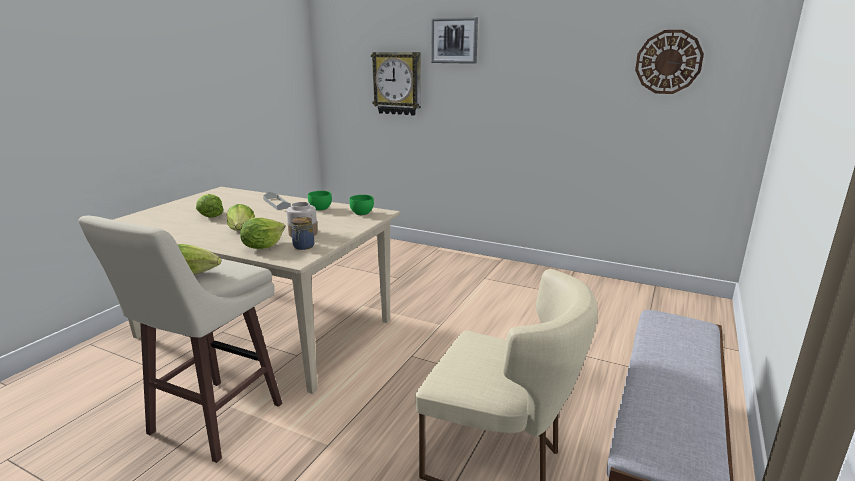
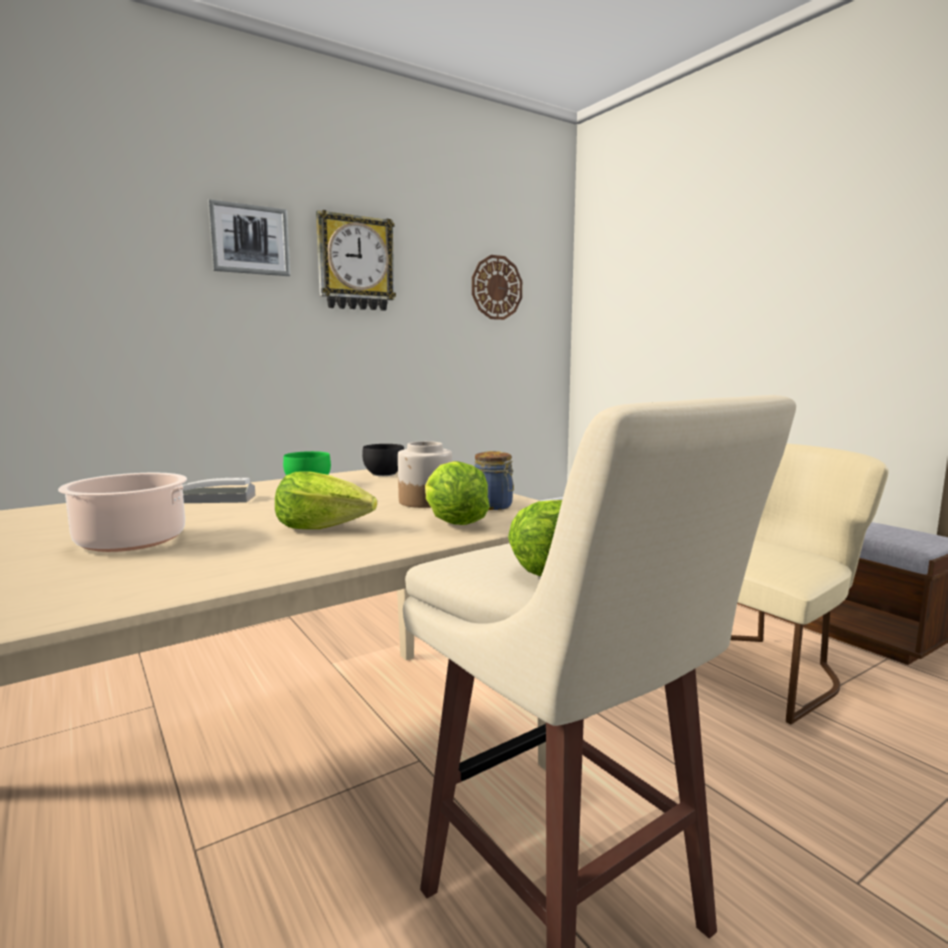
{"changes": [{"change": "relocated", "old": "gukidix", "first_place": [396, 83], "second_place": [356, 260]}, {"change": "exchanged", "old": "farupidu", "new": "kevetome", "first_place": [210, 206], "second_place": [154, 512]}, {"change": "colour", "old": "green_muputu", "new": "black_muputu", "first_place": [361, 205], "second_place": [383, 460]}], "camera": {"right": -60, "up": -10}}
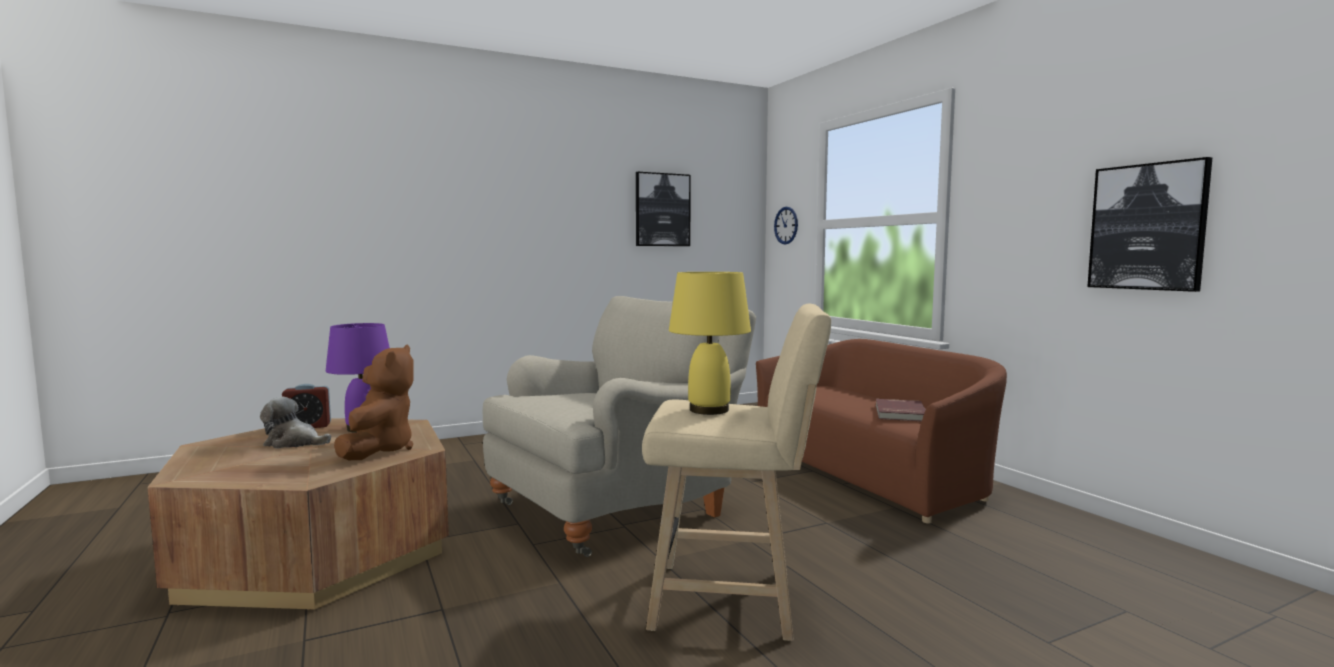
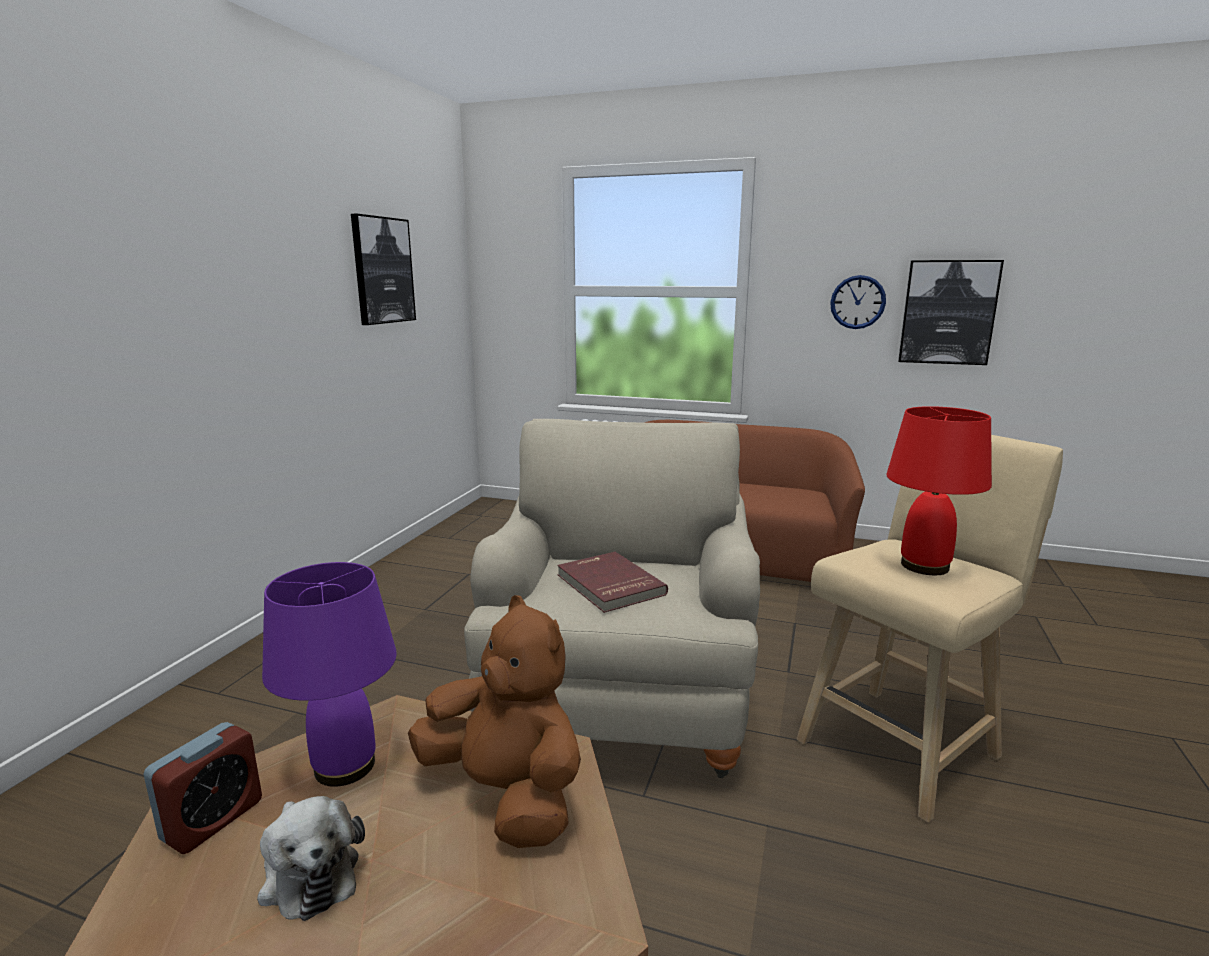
{"changes": [{"change": "relocated", "old": "gukidix", "first_place": [786, 226], "second_place": [858, 302]}, {"change": "colour", "old": "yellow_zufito", "new": "red_zufito", "first_place": [710, 343], "second_place": [939, 490]}, {"change": "spun", "old": "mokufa", "first_place": [295, 423], "second_place": [311, 858], "degrees": -90}, {"change": "relocated", "old": "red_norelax", "first_place": [901, 410], "second_place": [612, 582]}], "camera": {"right": -45, "up": 10}}
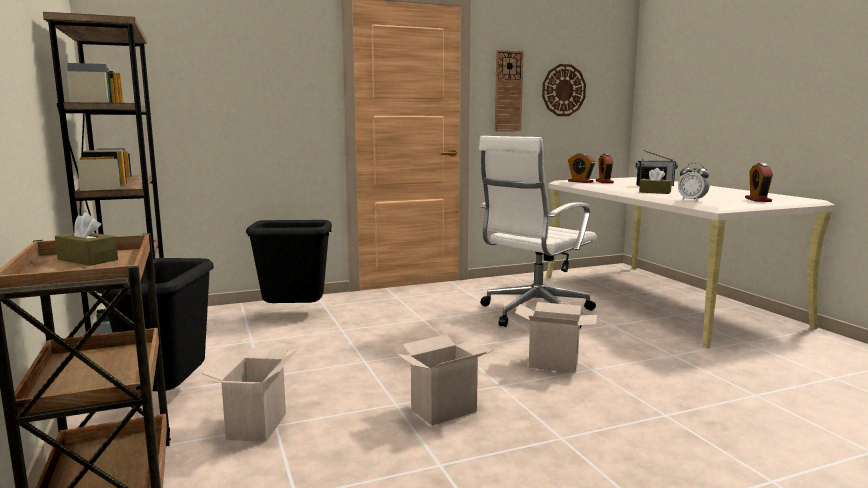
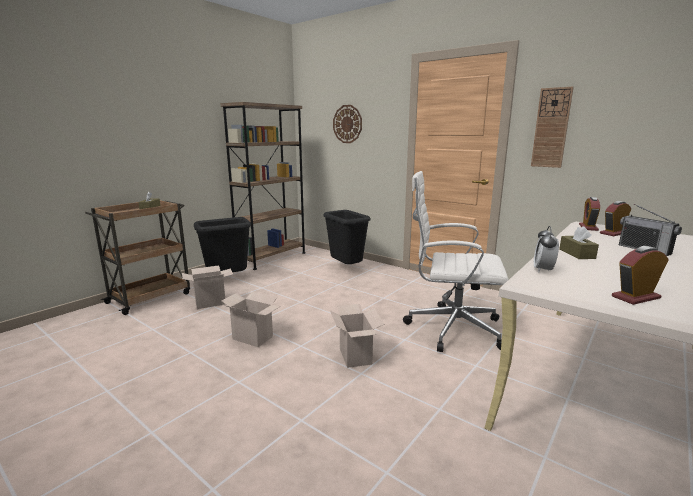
{"changes": [{"change": "relocated", "old": "gukidix", "first_place": [564, 90], "second_place": [347, 124]}], "camera": {"right": 60, "up": 5}}
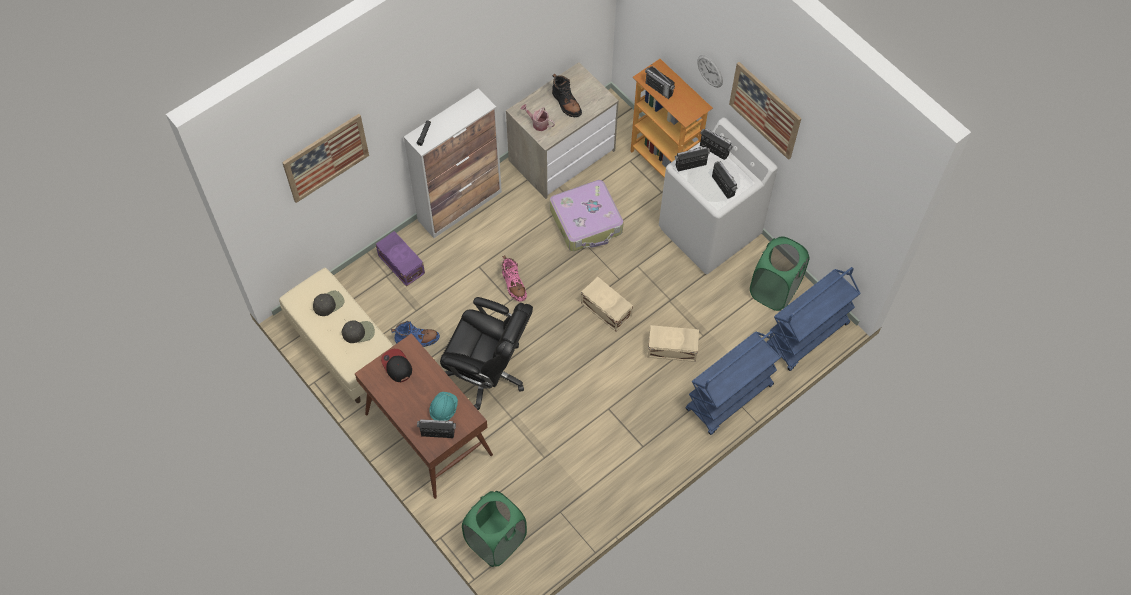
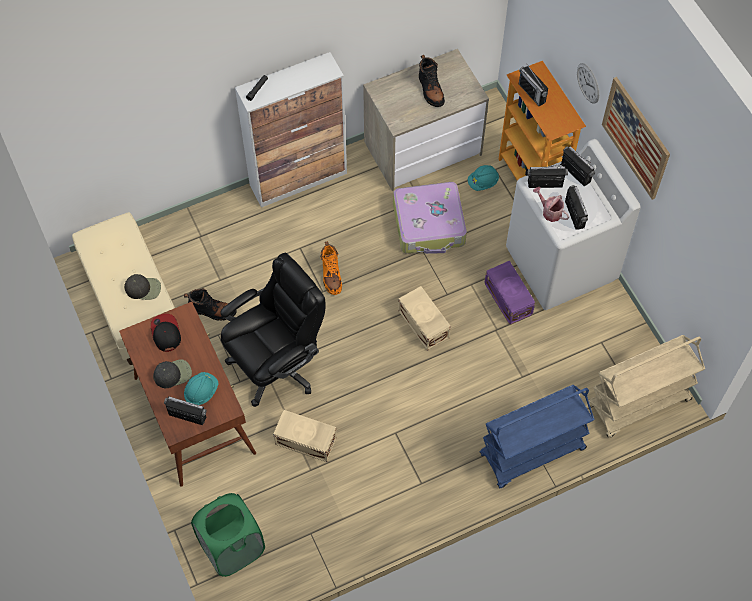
{"changes": [{"change": "relocated", "old": "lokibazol", "first_place": [538, 117], "second_place": [551, 204]}, {"change": "missing", "old": "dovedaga", "first_place": [325, 158]}, {"change": "relocated", "old": "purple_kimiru", "first_place": [400, 259], "second_place": [509, 293]}, {"change": "missing", "old": "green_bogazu", "first_place": [780, 273]}, {"change": "colour", "old": "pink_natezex", "new": "orange_natezex", "first_place": [514, 278], "second_place": [331, 268]}, {"change": "colour", "old": "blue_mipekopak", "new": "beige_mipekopak", "first_place": [813, 319], "second_place": [647, 386]}, {"change": "relocated", "old": "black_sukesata", "first_place": [328, 303], "second_place": [172, 373]}, {"change": "spun", "old": "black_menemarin", "first_place": [486, 353], "second_place": [273, 329], "degrees": -75}, {"change": "colour", "old": "blue_natezex", "new": "black_natezex", "first_place": [415, 334], "second_place": [210, 304]}, {"change": "relocated", "old": "beige_kimiru", "first_place": [673, 343], "second_place": [305, 436]}, {"change": "appeared", "new": "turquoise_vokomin", "second_place": [483, 178]}], "camera": {"right": 15, "up": 0}}
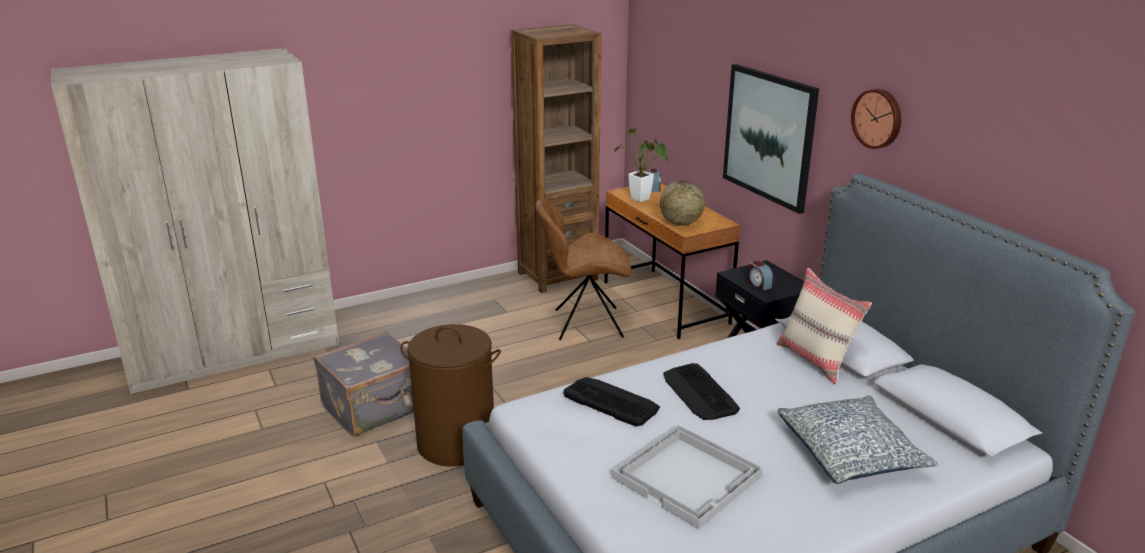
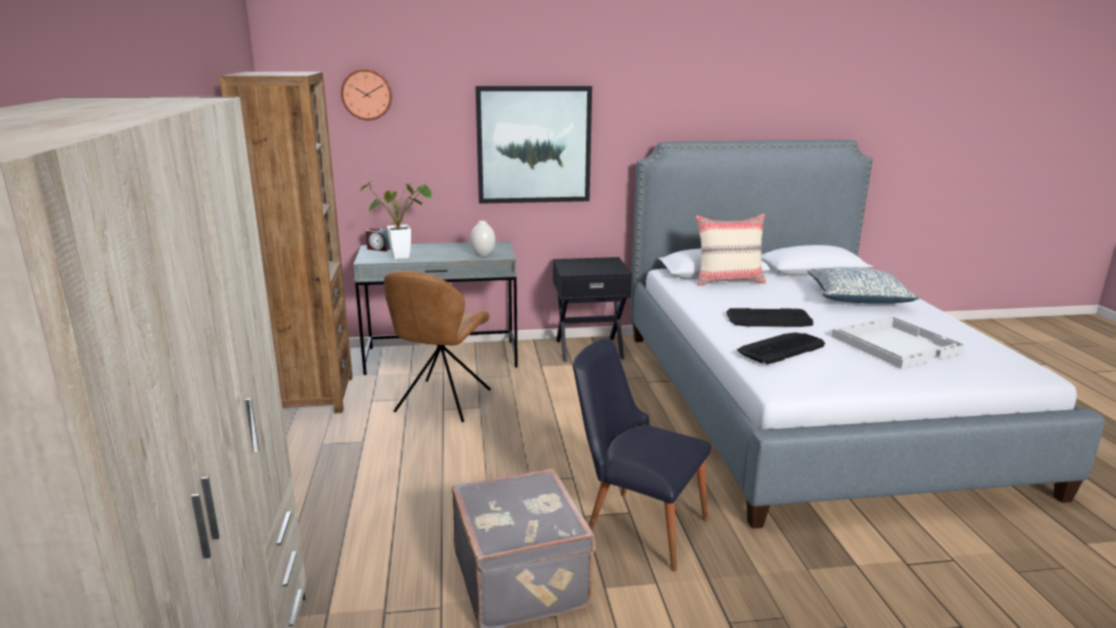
{"changes": [{"change": "relocated", "old": "gukidix", "first_place": [876, 119], "second_place": [366, 95]}, {"change": "exchanged", "old": "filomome", "new": "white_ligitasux", "first_place": [682, 203], "second_place": [482, 238]}, {"change": "colour", "old": "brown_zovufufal", "new": "grey_zovufufal", "first_place": [672, 261], "second_place": [435, 308]}, {"change": "missing", "old": "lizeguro", "first_place": [760, 276]}, {"change": "exchanged", "old": "brown_bogazu", "new": "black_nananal", "first_place": [450, 395], "second_place": [642, 455]}], "camera": {"right": -70, "up": -5}}
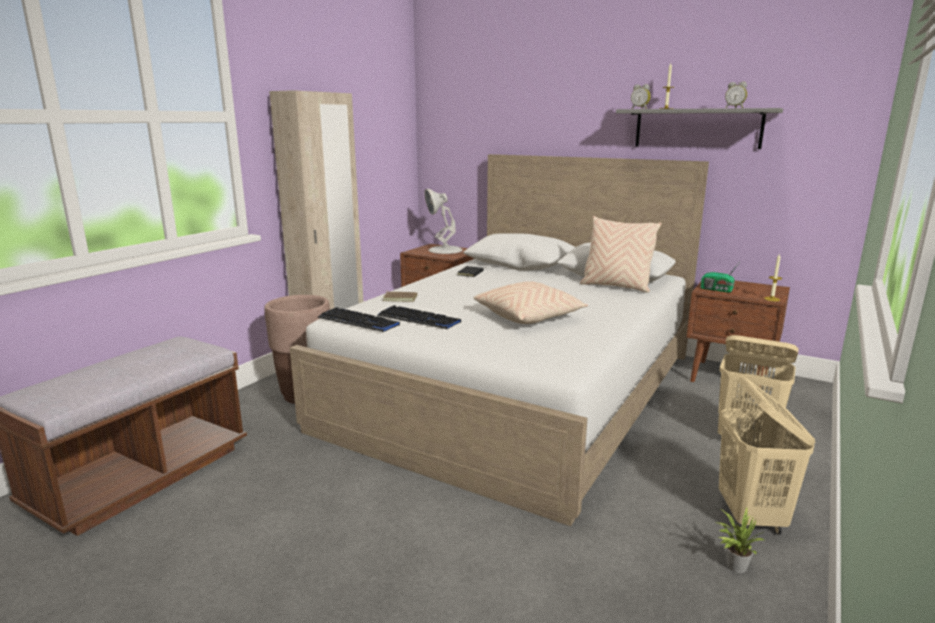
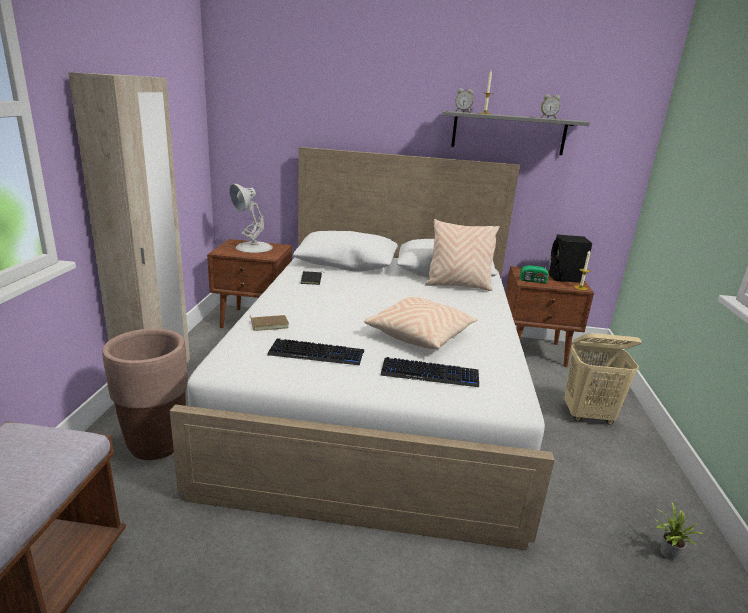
{"changes": [{"change": "relocated", "old": "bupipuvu", "first_place": [358, 319], "second_place": [429, 372]}, {"change": "missing", "old": "beige_bogazu", "first_place": [767, 455]}, {"change": "appeared", "new": "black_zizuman", "second_place": [570, 258]}], "camera": {"right": -25, "up": 5}}
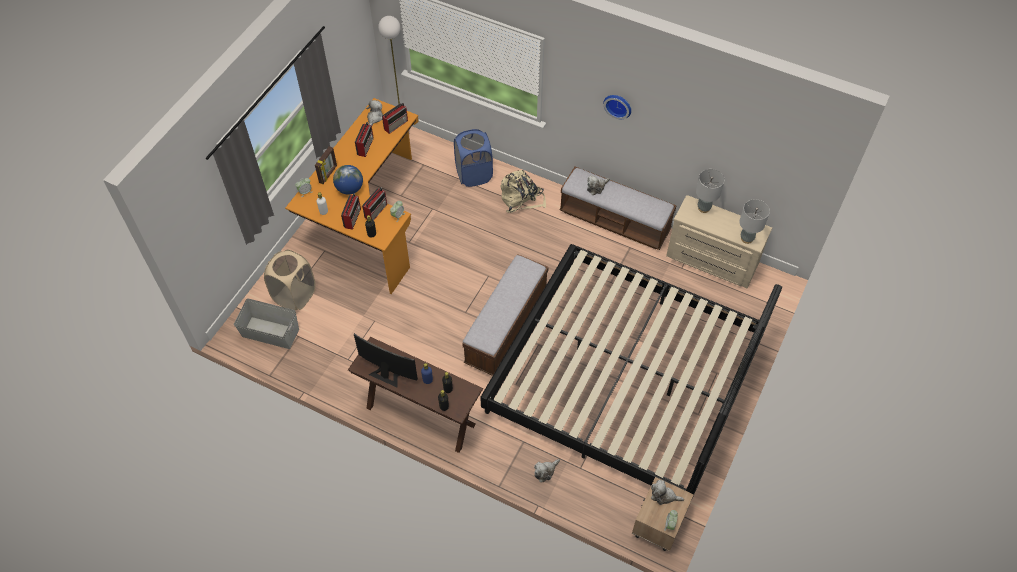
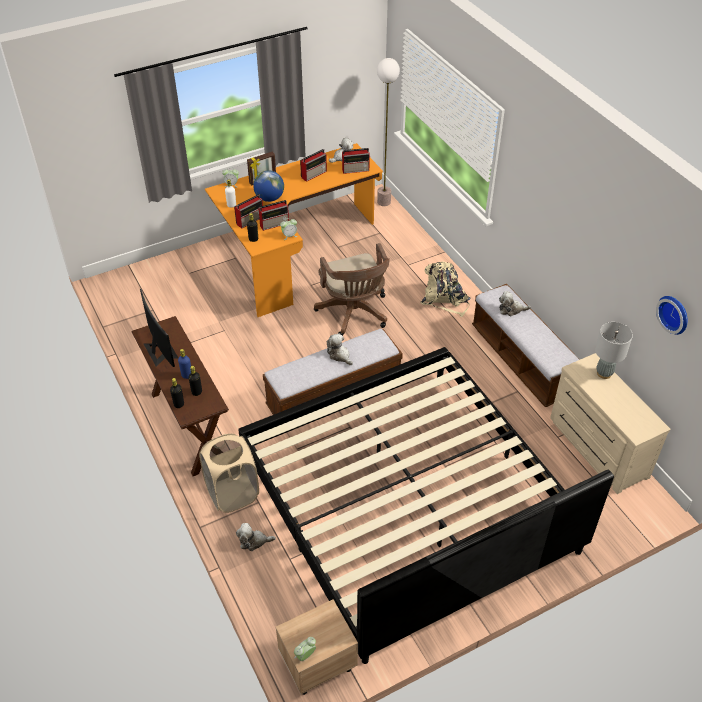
{"changes": [{"change": "relocated", "old": "gukidix", "first_place": [617, 107], "second_place": [672, 315]}, {"change": "missing", "old": "blue_bogazu", "first_place": [473, 158]}, {"change": "missing", "old": "grey_zufito", "first_place": [754, 221]}, {"change": "relocated", "old": "beige_bogazu", "first_place": [289, 280], "second_place": [229, 473]}, {"change": "missing", "old": "grey_kimiru", "first_place": [266, 324]}, {"change": "relocated", "old": "mokufa", "first_place": [667, 492], "second_place": [340, 349]}, {"change": "appeared", "new": "brown_menemarin", "second_place": [352, 289]}], "camera": {"right": 35, "up": -10}}
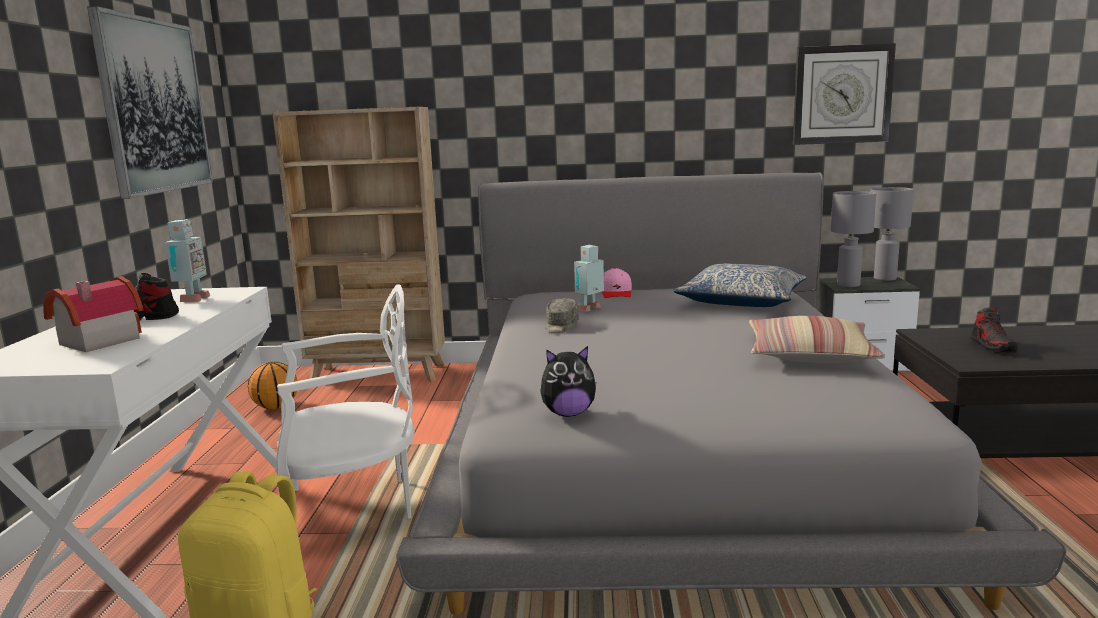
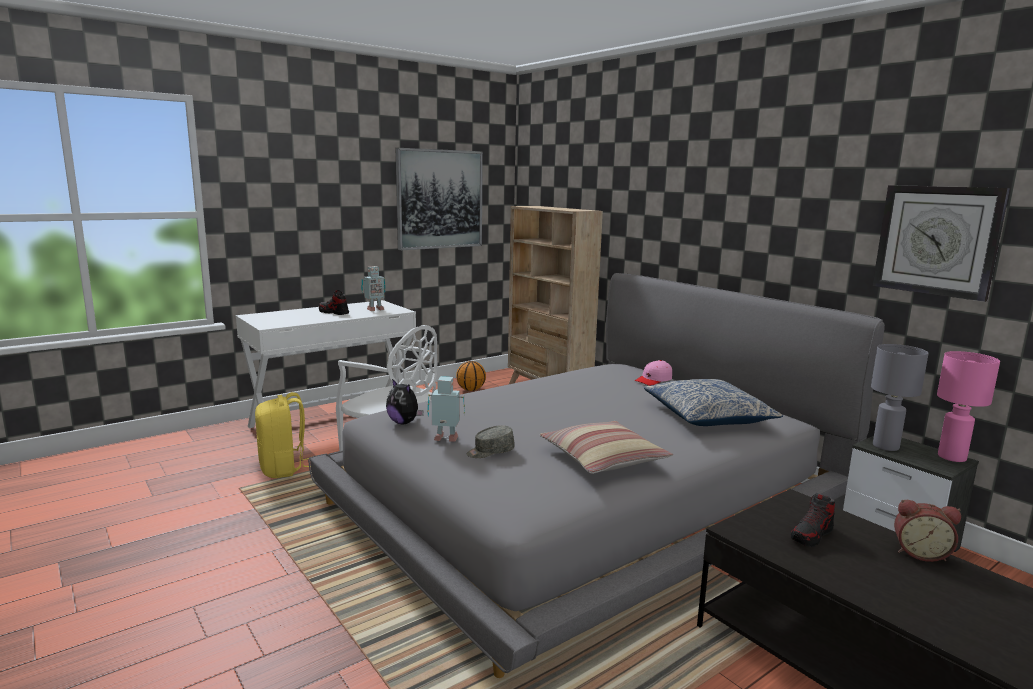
{"changes": [{"change": "colour", "old": "grey_zufito", "new": "pink_zufito", "first_place": [892, 234], "second_place": [968, 406]}, {"change": "relocated", "old": "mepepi", "first_place": [589, 278], "second_place": [446, 408]}, {"change": "missing", "old": "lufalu", "first_place": [93, 314]}, {"change": "relocated", "old": "grey_sukesata", "first_place": [562, 315], "second_place": [491, 441]}, {"change": "appeared", "new": "lizeguro", "second_place": [927, 531]}], "camera": {"right": 50, "up": 0}}
